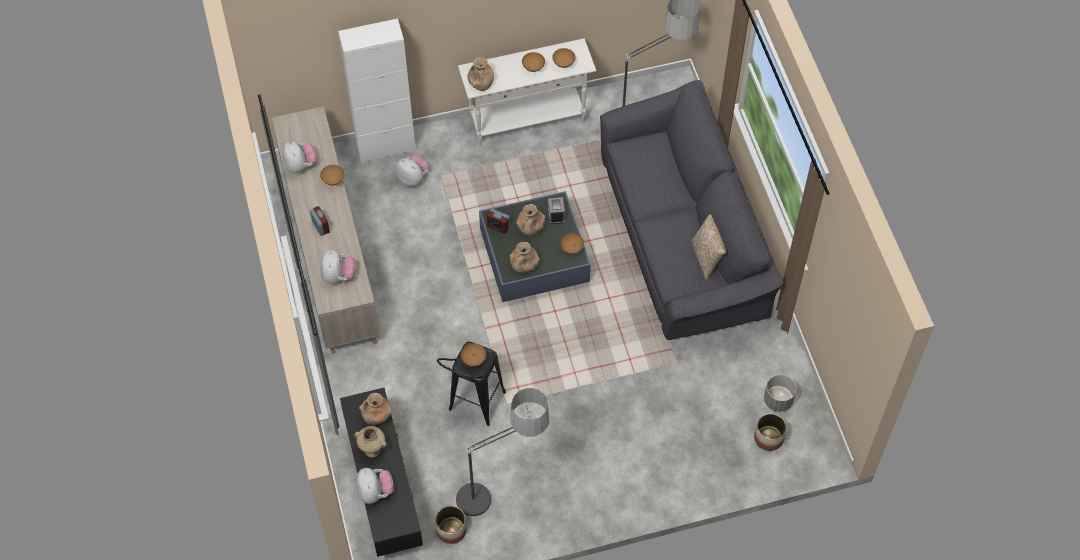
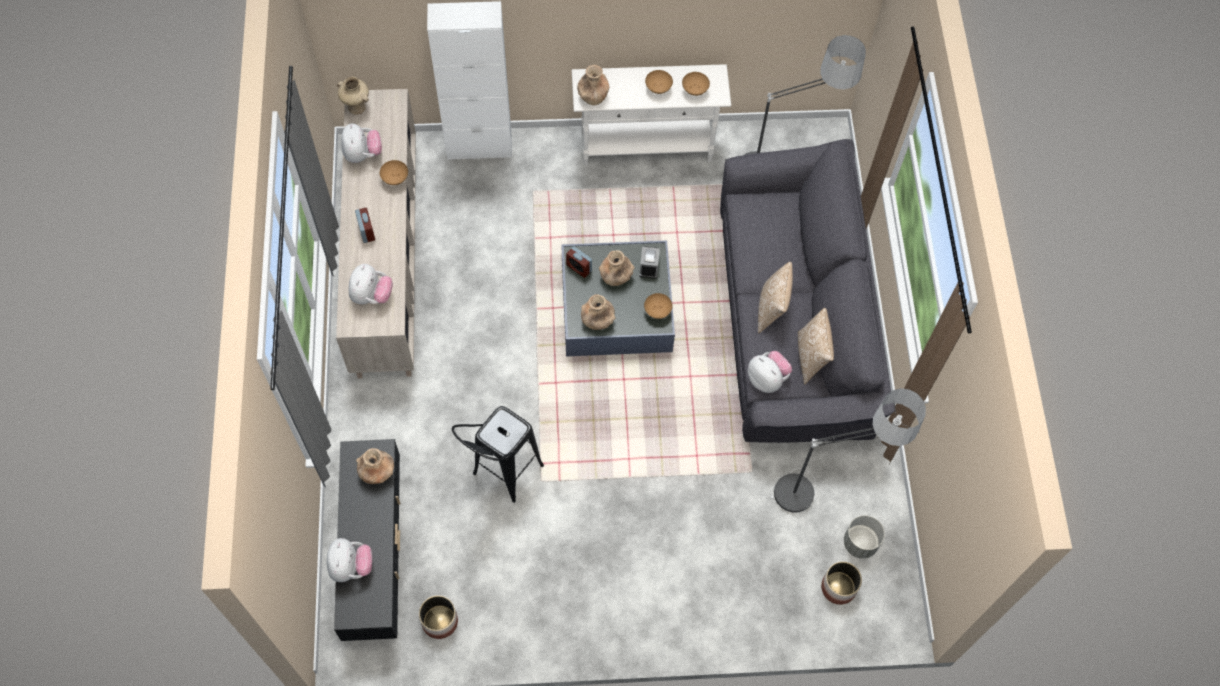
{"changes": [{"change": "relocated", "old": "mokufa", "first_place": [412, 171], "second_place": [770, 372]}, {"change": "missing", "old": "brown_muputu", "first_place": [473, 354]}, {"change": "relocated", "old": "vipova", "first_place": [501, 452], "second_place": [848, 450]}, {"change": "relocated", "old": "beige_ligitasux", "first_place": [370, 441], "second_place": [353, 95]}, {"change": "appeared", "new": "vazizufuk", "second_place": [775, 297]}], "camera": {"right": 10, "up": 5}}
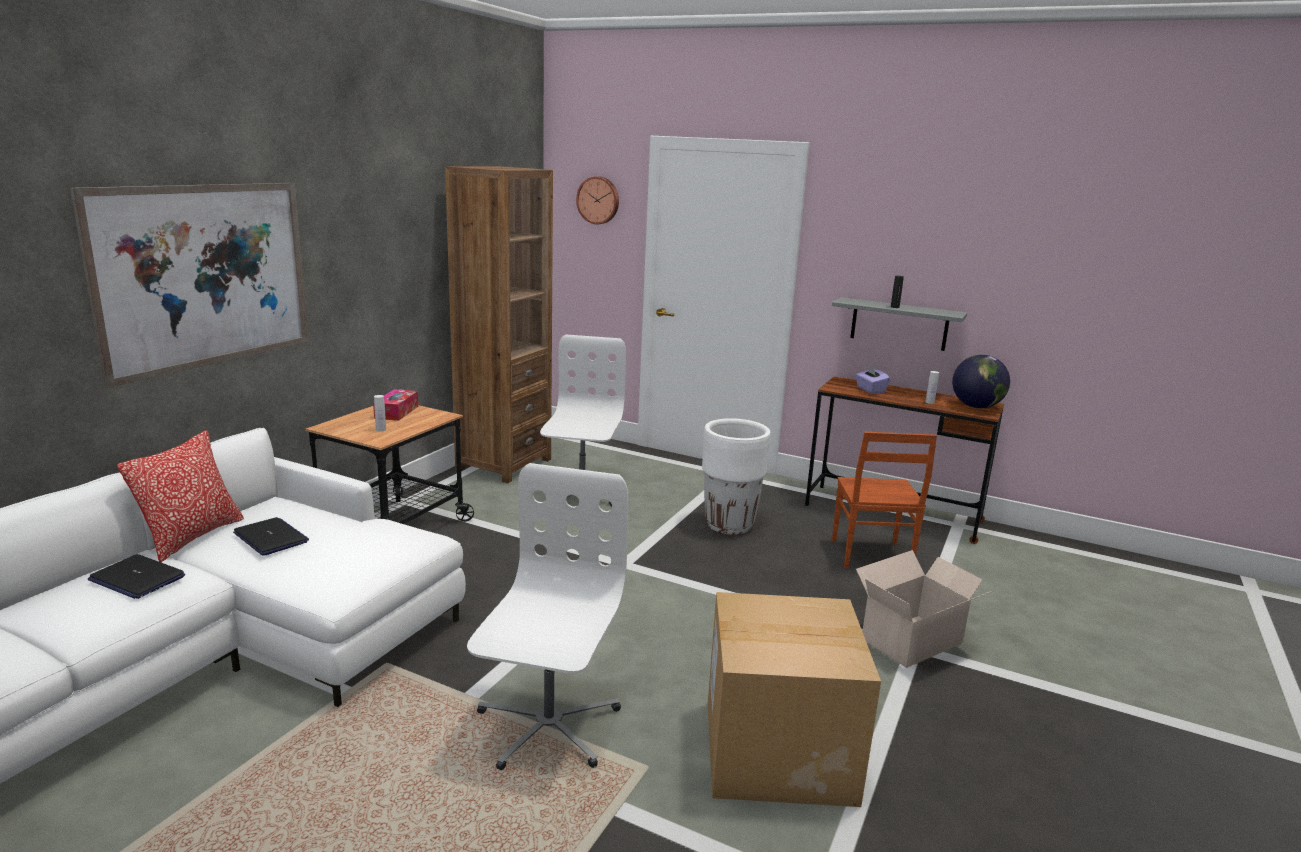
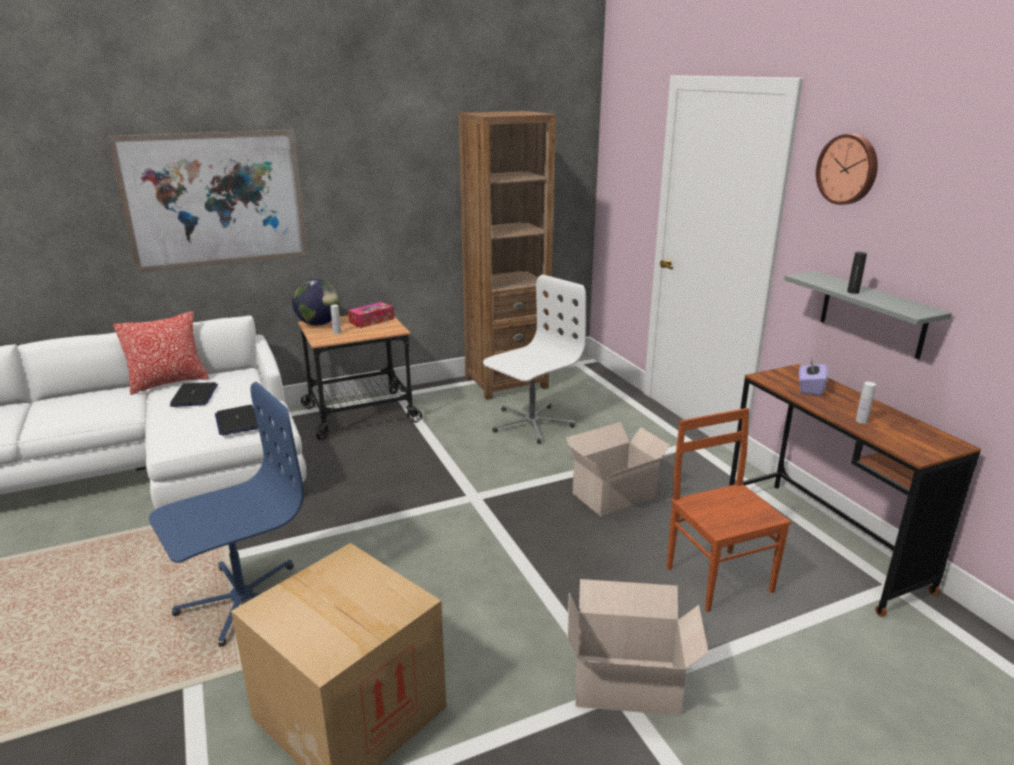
{"changes": [{"change": "relocated", "old": "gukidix", "first_place": [597, 200], "second_place": [847, 169]}, {"change": "relocated", "old": "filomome", "first_place": [981, 382], "second_place": [316, 302]}, {"change": "exchanged", "old": "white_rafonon", "new": "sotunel", "first_place": [736, 476], "second_place": [619, 469]}, {"change": "spun", "old": "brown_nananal", "first_place": [884, 500], "second_place": [729, 510], "degrees": 120}, {"change": "colour", "old": "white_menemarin", "new": "blue_menemarin", "first_place": [547, 616], "second_place": [226, 514]}, {"change": "relocated", "old": "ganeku", "first_place": [136, 576], "second_place": [236, 420]}], "camera": {"right": 40, "up": 5}}
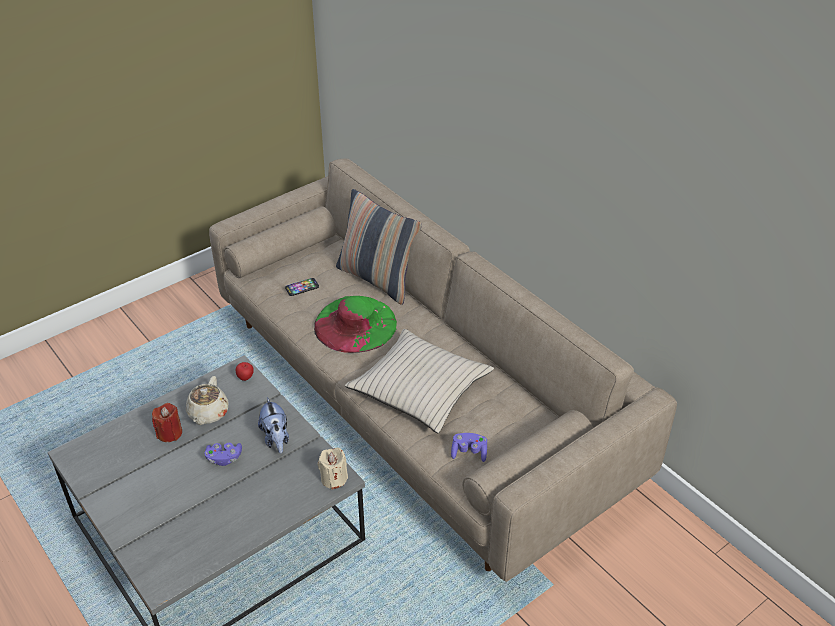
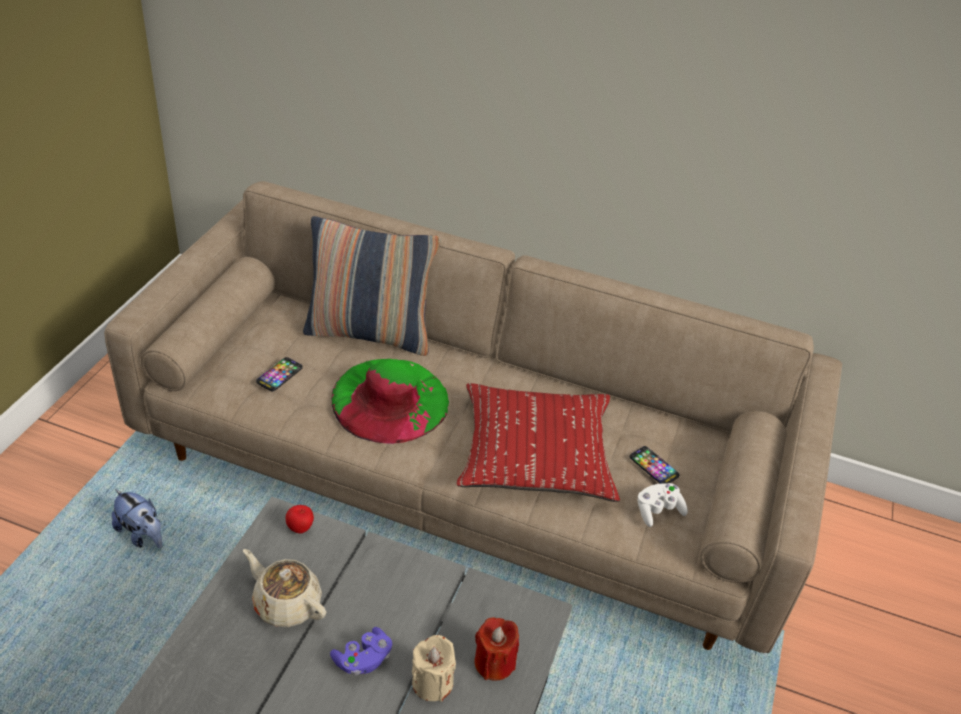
{"changes": [{"change": "colour", "old": "beige_vazizufuk", "new": "red_vazizufuk", "first_place": [419, 381], "second_place": [538, 442]}, {"change": "spun", "old": "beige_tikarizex", "first_place": [207, 400], "second_place": [284, 588], "degrees": 150}, {"change": "relocated", "old": "mokufa", "first_place": [273, 425], "second_place": [137, 518]}, {"change": "relocated", "old": "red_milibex", "first_place": [167, 422], "second_place": [497, 649]}, {"change": "colour", "old": "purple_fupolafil", "new": "white_fupolafil", "first_place": [469, 447], "second_place": [663, 505]}, {"change": "relocated", "old": "beige_milibex", "first_place": [333, 469], "second_place": [434, 668]}, {"change": "appeared", "new": "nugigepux", "second_place": [655, 465]}], "camera": {"right": -35, "up": 0}}
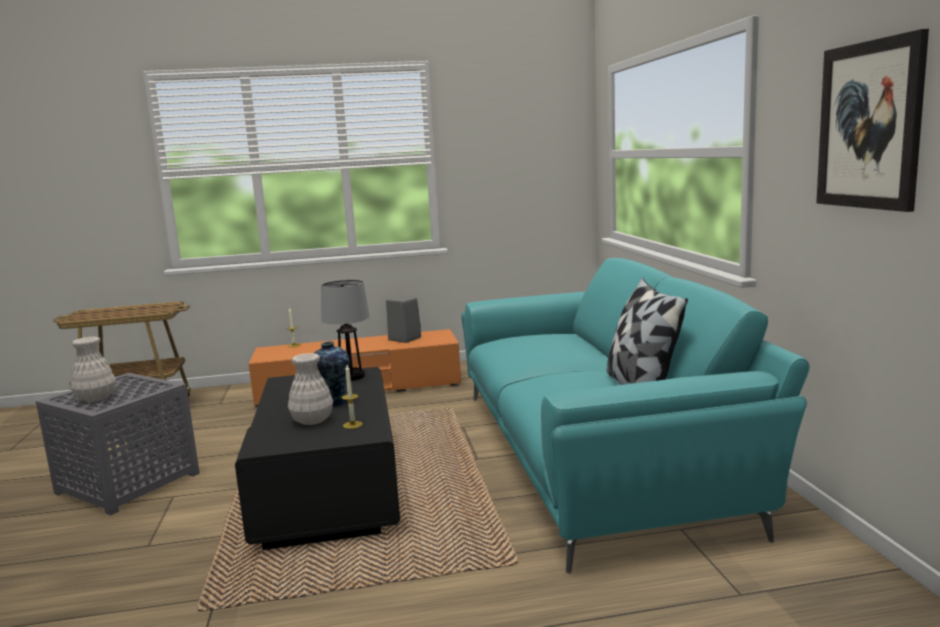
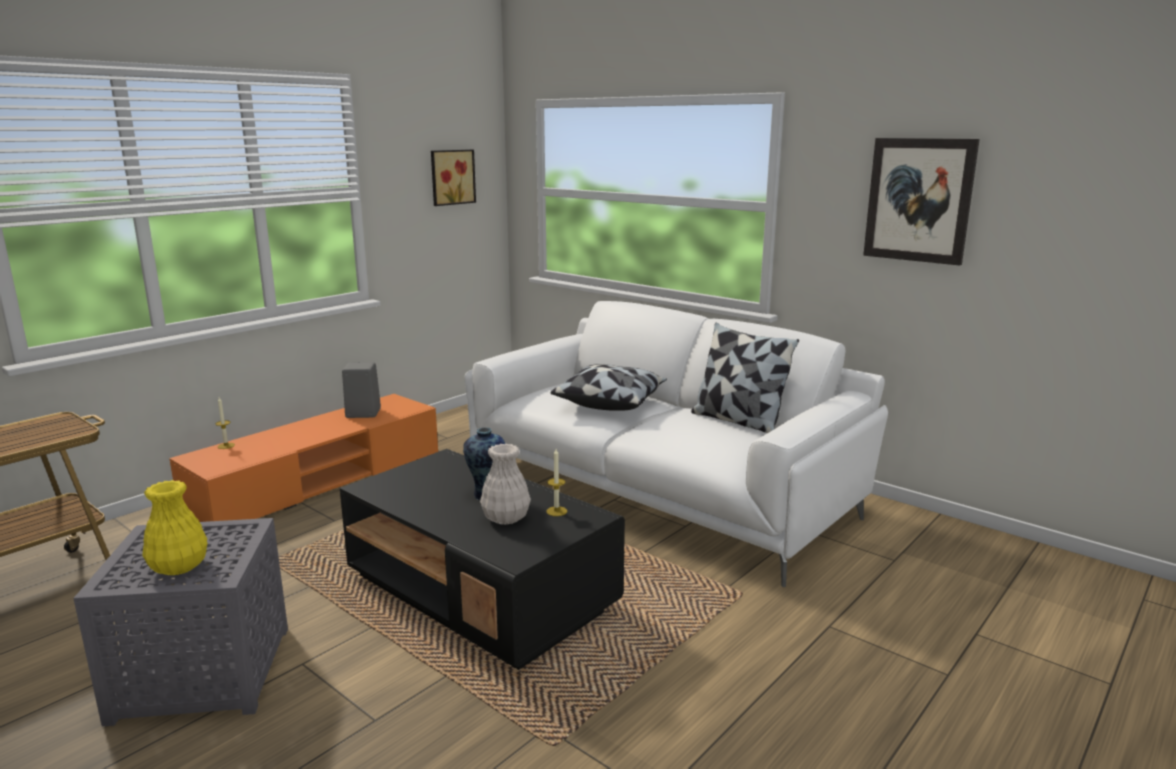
{"changes": [{"change": "colour", "old": "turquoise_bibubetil", "new": "white_bibubetil", "first_place": [635, 416], "second_place": [676, 444]}, {"change": "missing", "old": "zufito", "first_place": [345, 330]}, {"change": "colour", "old": "white_ligitasux", "new": "yellow_ligitasux", "first_place": [93, 369], "second_place": [175, 528]}, {"change": "appeared", "new": "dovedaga", "second_place": [453, 178]}, {"change": "appeared", "new": "vazizufuk", "second_place": [608, 387]}], "camera": {"right": -40, "up": 5}}
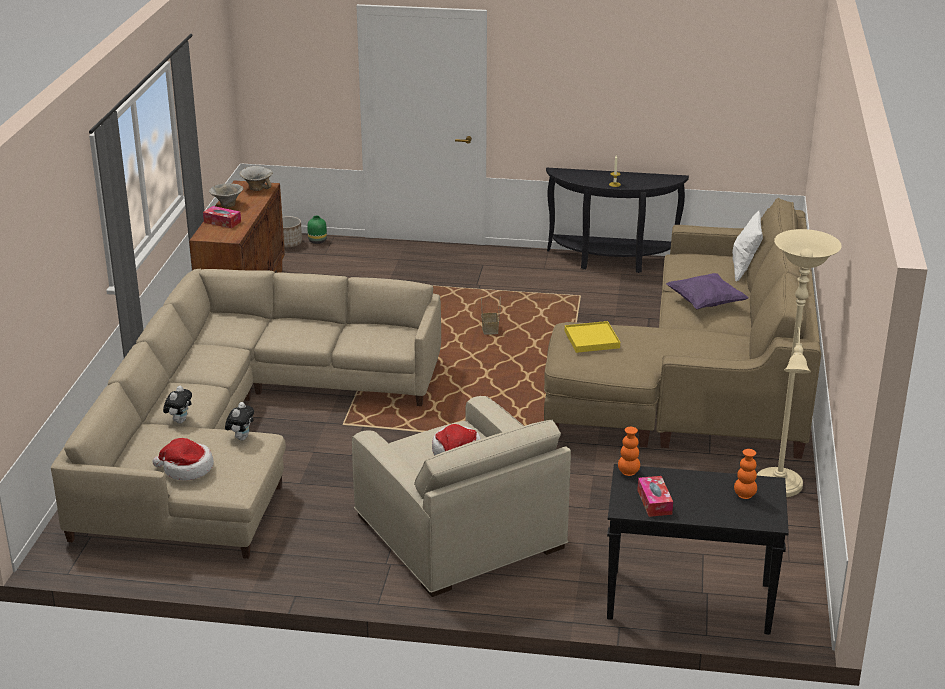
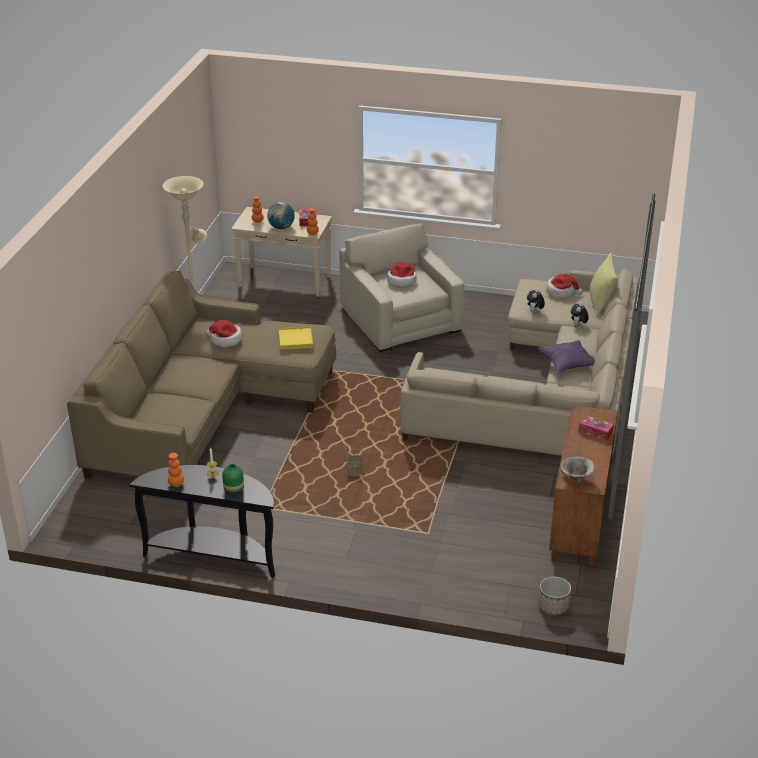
{"changes": [{"change": "missing", "old": "muputu", "first_place": [226, 195]}, {"change": "missing", "old": "white_vazizufuk", "first_place": [747, 246]}, {"change": "relocated", "old": "green_ligitasux", "first_place": [317, 230], "second_place": [233, 479]}, {"change": "relocated", "old": "purple_vazizufuk", "first_place": [707, 291], "second_place": [566, 356]}, {"change": "colour", "old": "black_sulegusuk", "new": "beige_sulegusuk", "first_place": [698, 549], "second_place": [281, 252]}, {"change": "appeared", "new": "filomome", "second_place": [281, 215]}, {"change": "appeared", "new": "yellow_vazizufuk", "second_place": [603, 284]}, {"change": "appeared", "new": "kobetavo", "second_place": [224, 333]}, {"change": "appeared", "new": "orange_ligitasux", "second_place": [176, 470]}], "camera": {"right": -175, "up": 5}}
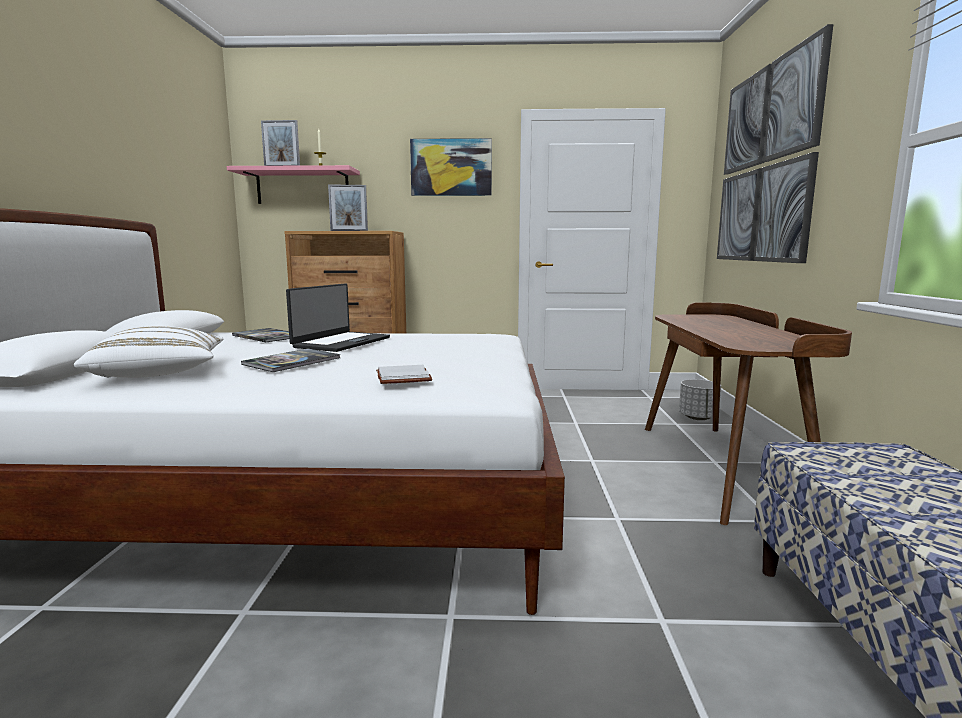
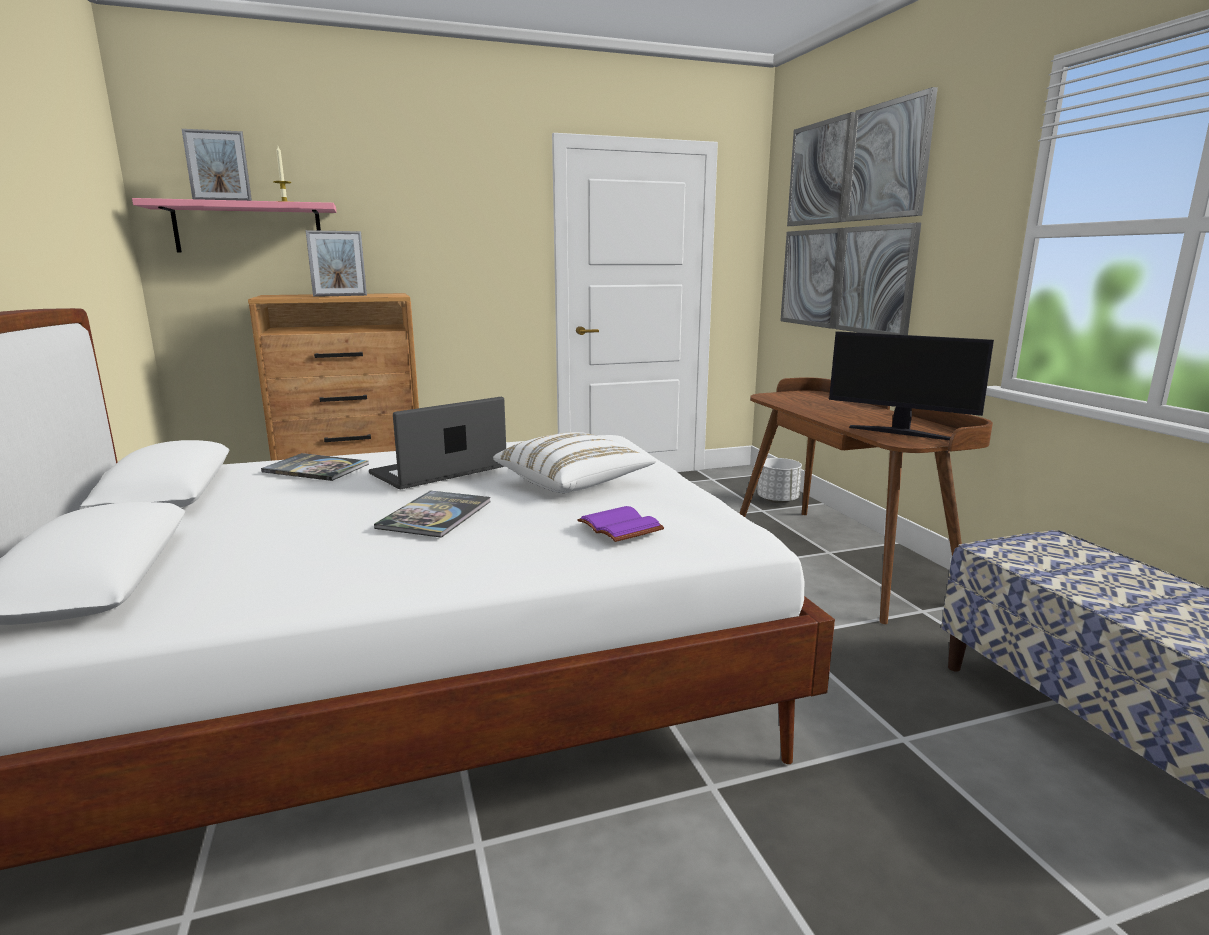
{"changes": [{"change": "missing", "old": "dovedaga", "first_place": [451, 167]}, {"change": "spun", "old": "ganeku", "first_place": [338, 317], "second_place": [437, 443], "degrees": -135}, {"change": "relocated", "old": "white_vazizufuk", "first_place": [149, 352], "second_place": [574, 462]}, {"change": "colour", "old": "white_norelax", "new": "purple_norelax", "first_place": [404, 374], "second_place": [620, 524]}, {"change": "appeared", "new": "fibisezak", "second_place": [911, 385]}], "camera": {"right": -20, "up": 5}}
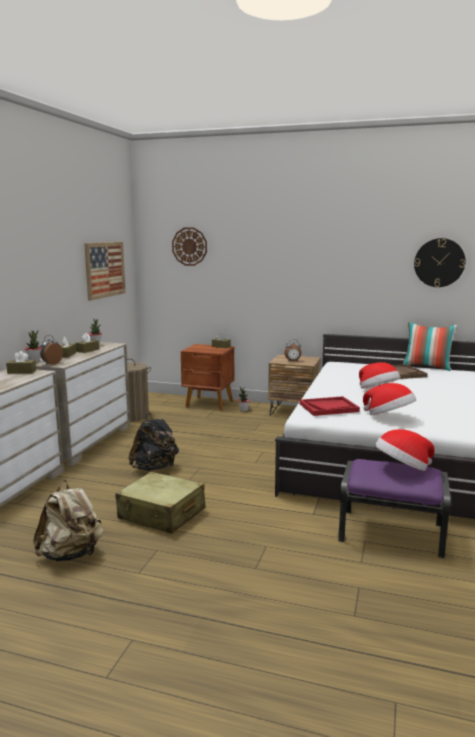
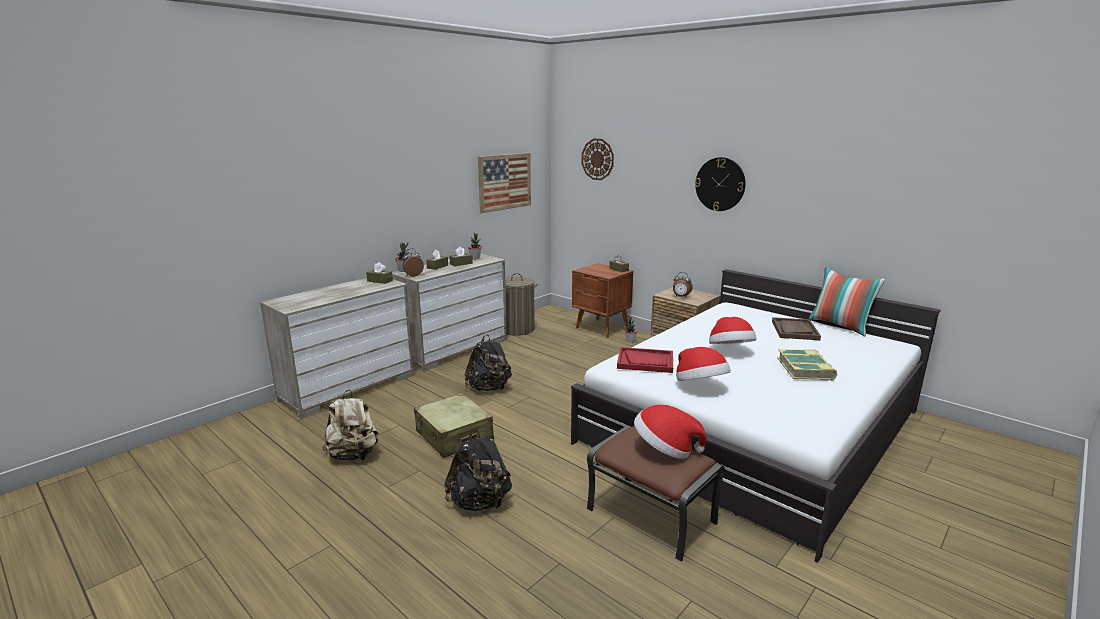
{"changes": [{"change": "relocated", "old": "gukidix", "first_place": [439, 262], "second_place": [720, 184]}, {"change": "colour", "old": "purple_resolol", "new": "brown_resolol", "first_place": [394, 509], "second_place": [656, 494]}, {"change": "appeared", "new": "norelax", "second_place": [807, 365]}, {"change": "appeared", "new": "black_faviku", "second_place": [478, 470]}], "camera": {"right": 25, "up": 5}}
